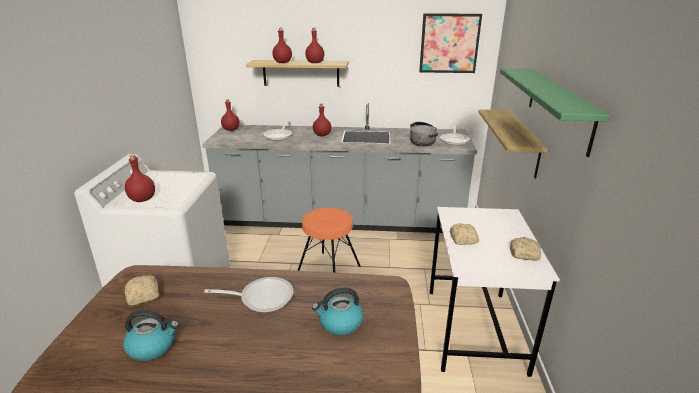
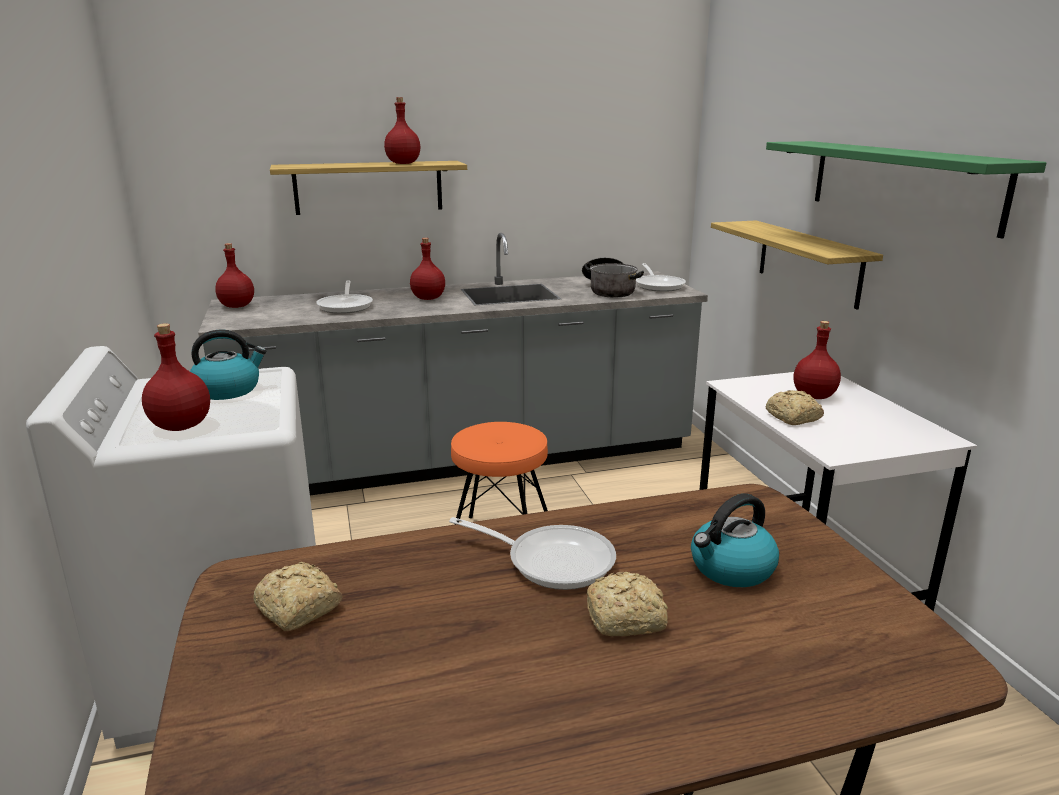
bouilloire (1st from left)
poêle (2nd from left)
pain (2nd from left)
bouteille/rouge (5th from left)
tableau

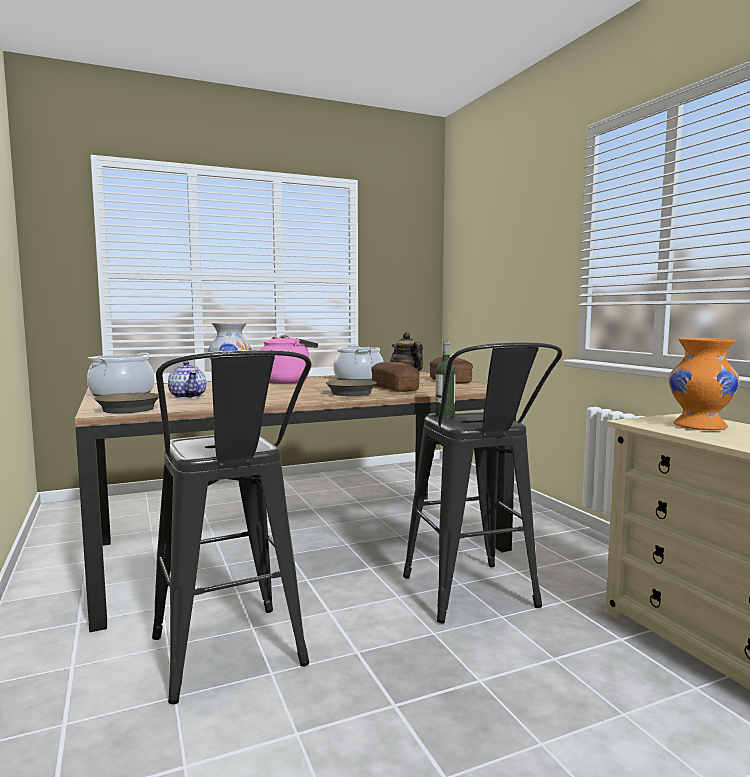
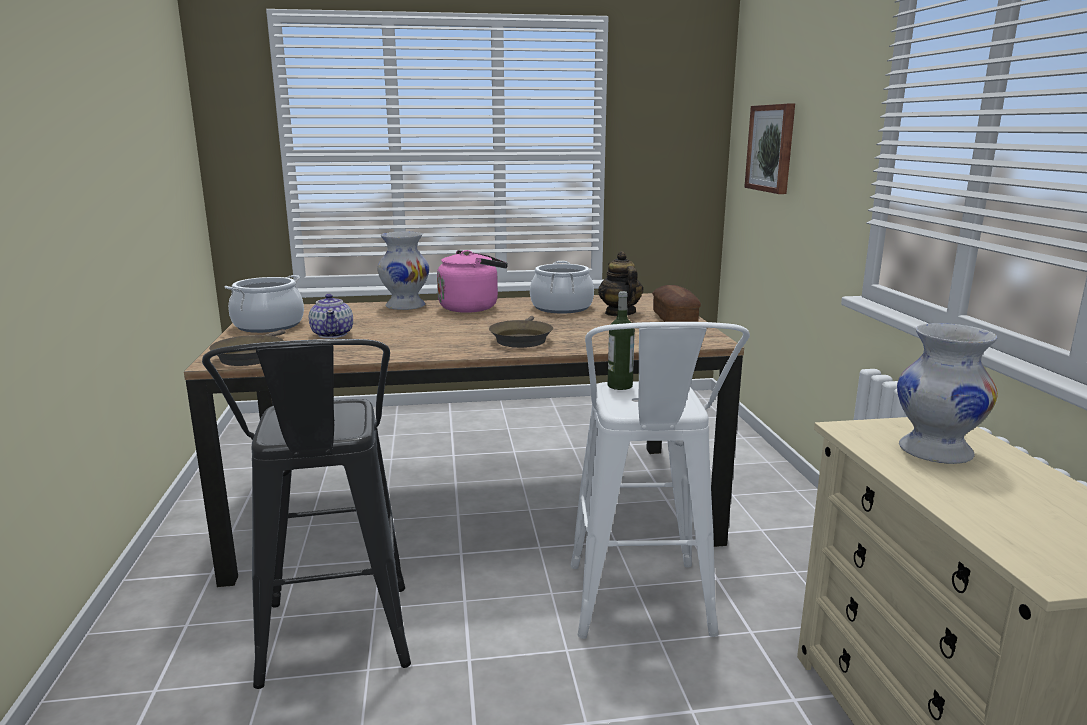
tabouret/blanc
tableau
vase/blanc (2nd from left)
pain (1st from left in the first image)

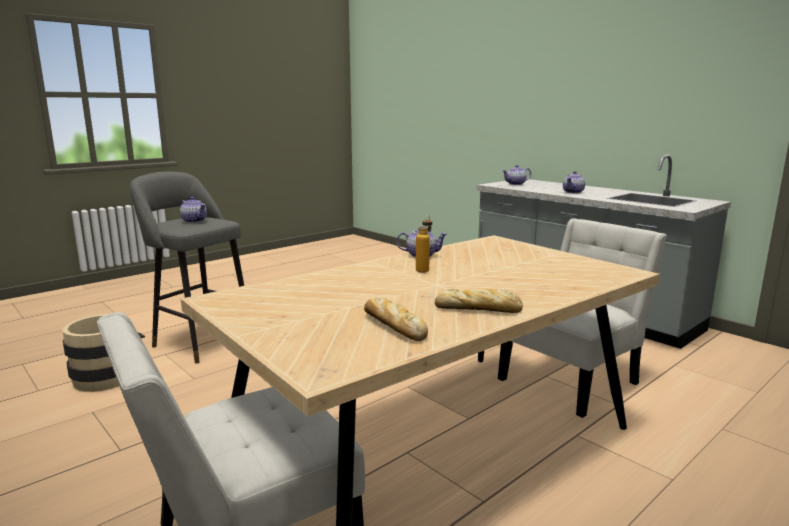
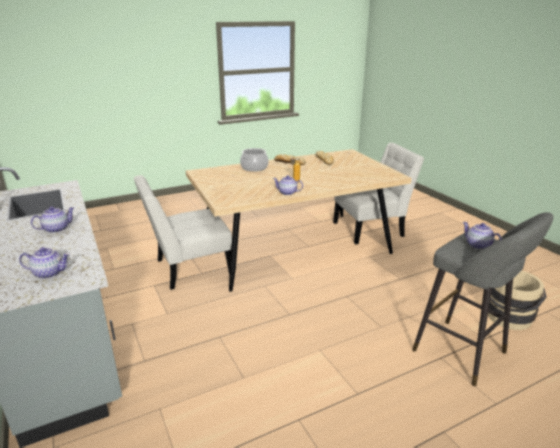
marmite

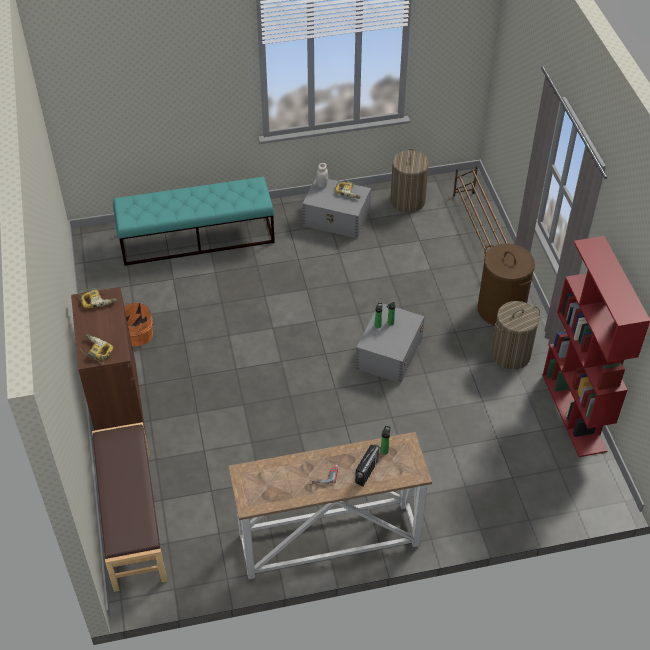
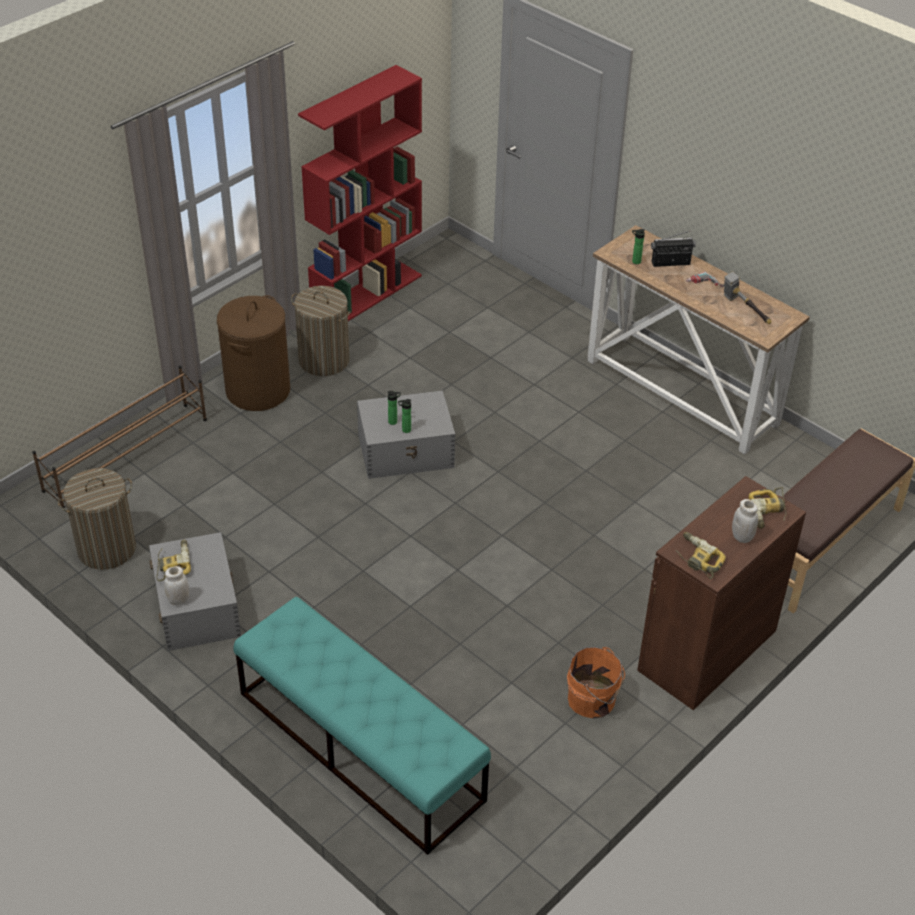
marteau
bocal/blanc (2nd from left)

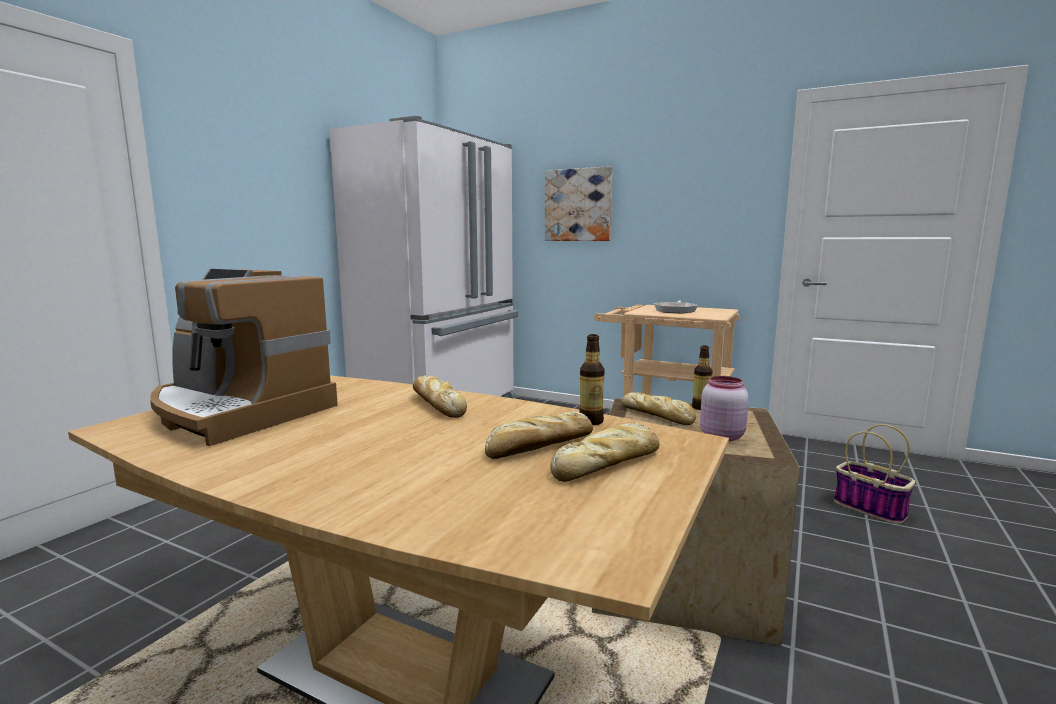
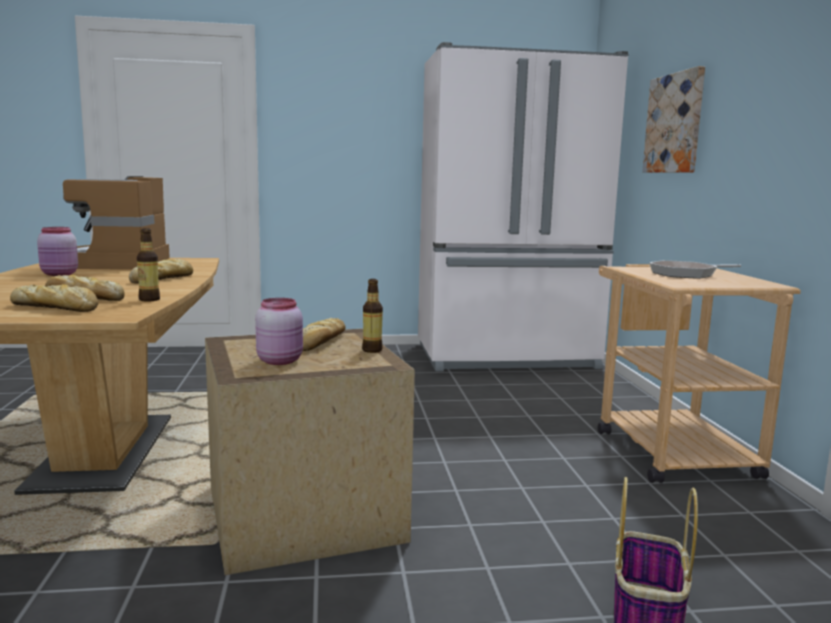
bocal/rose (1st from left)

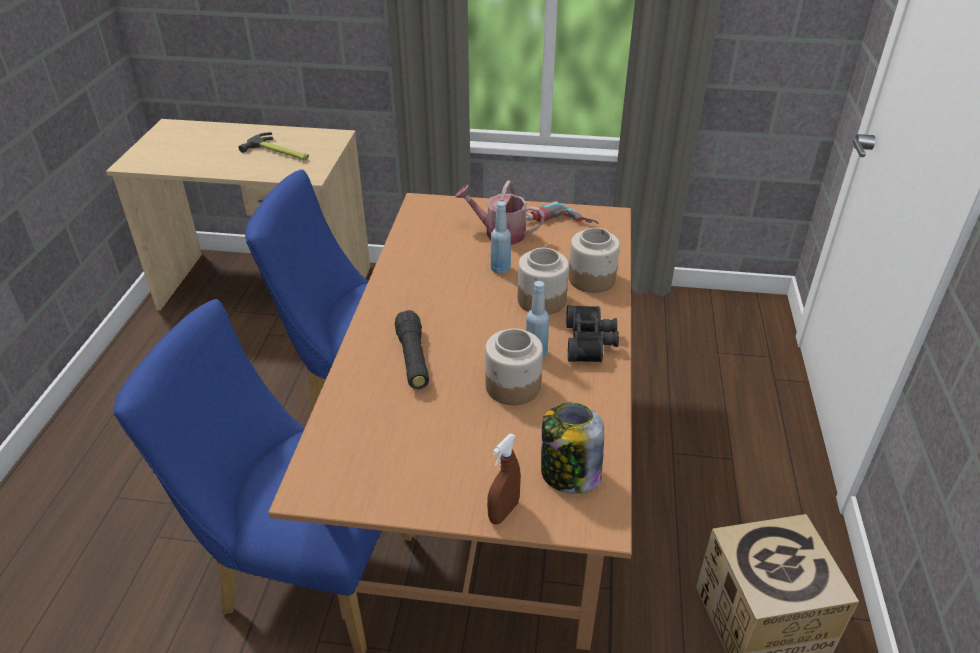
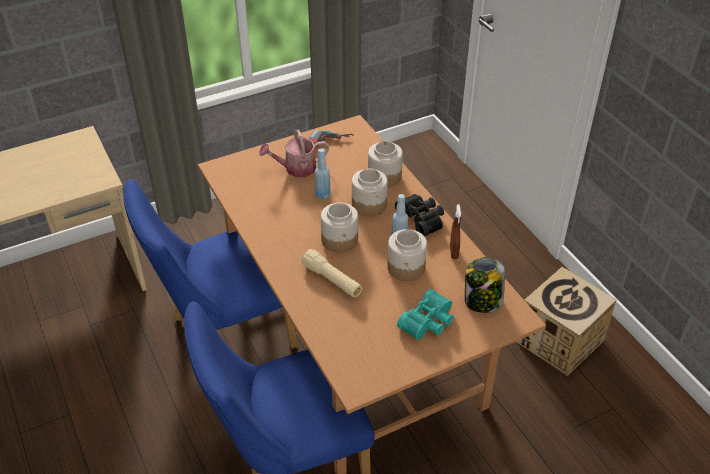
lampe de poche/beige
bocal (1st from left)
jumelles/turquoise
vaporisateur/marron
marteau

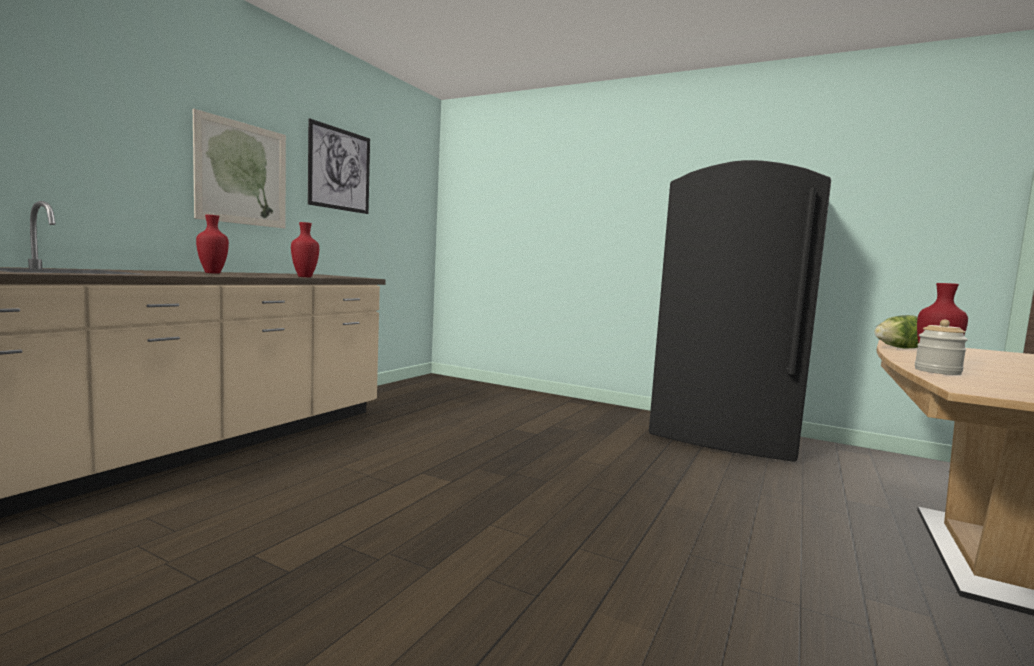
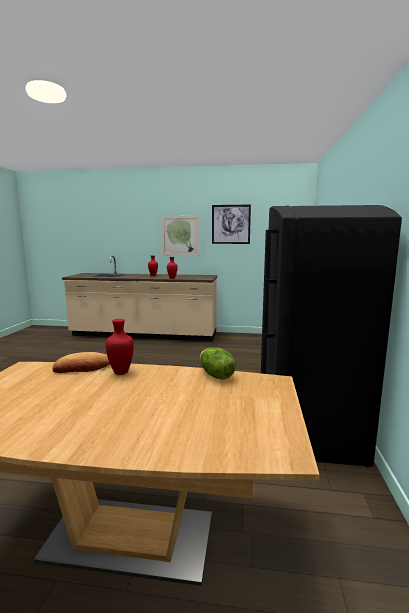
pain

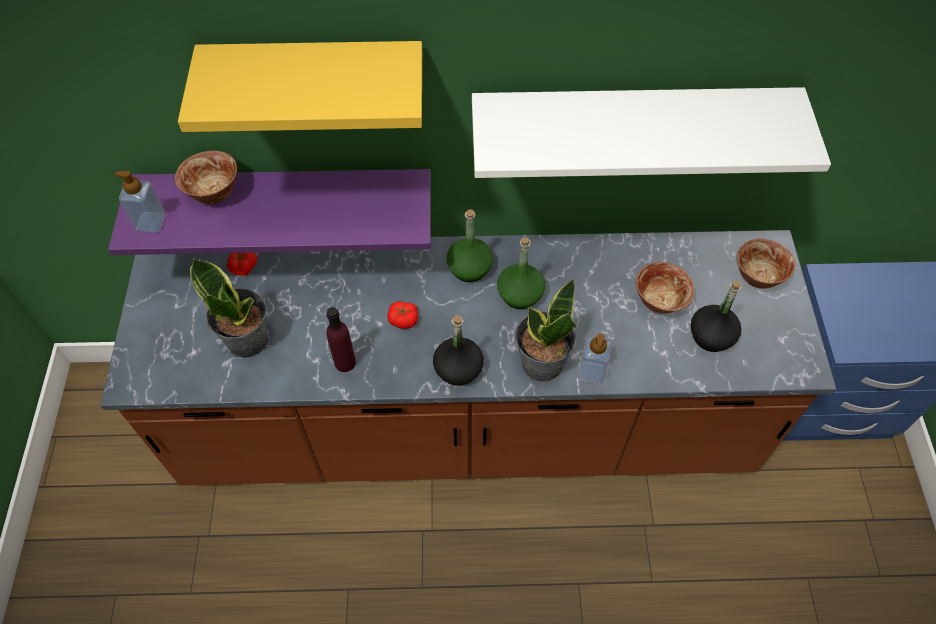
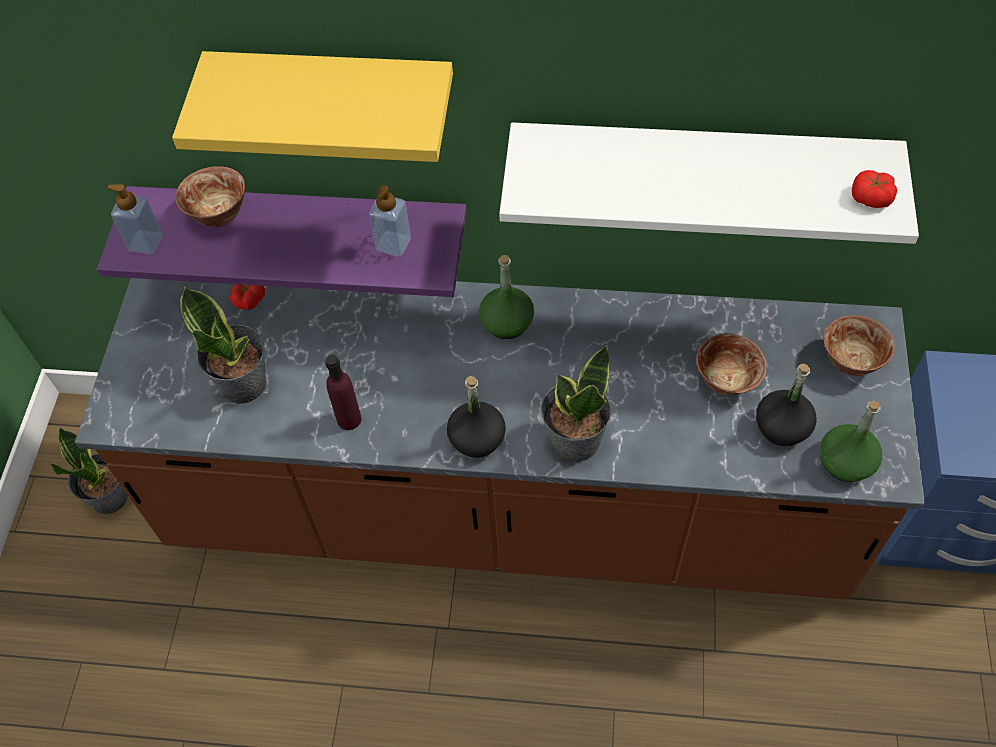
plante en pot (1st from left)
distributeur de savon (2nd from left)
bouteille/vert (2nd from left)
tomate (2nd from left)

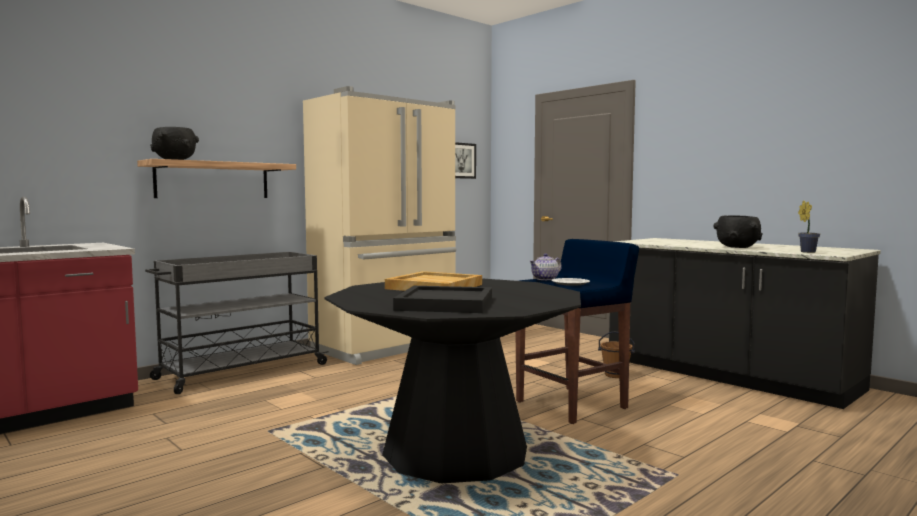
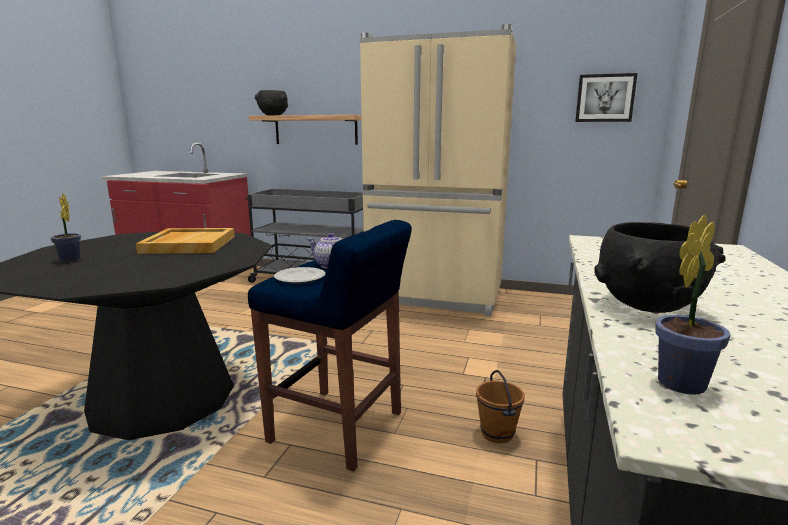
plante en pot (1st from left)

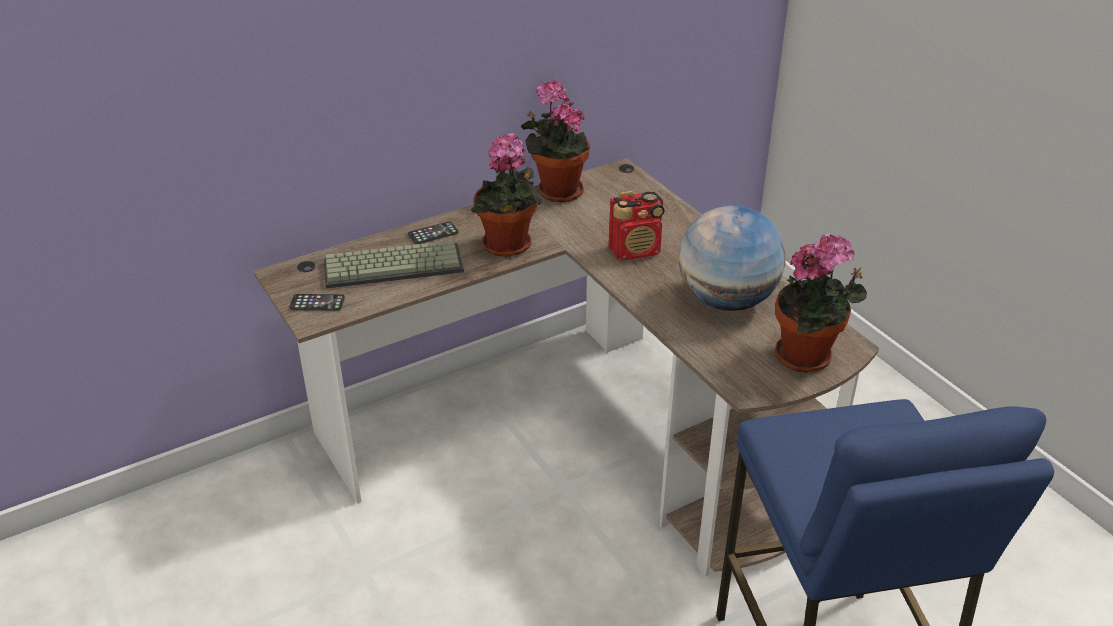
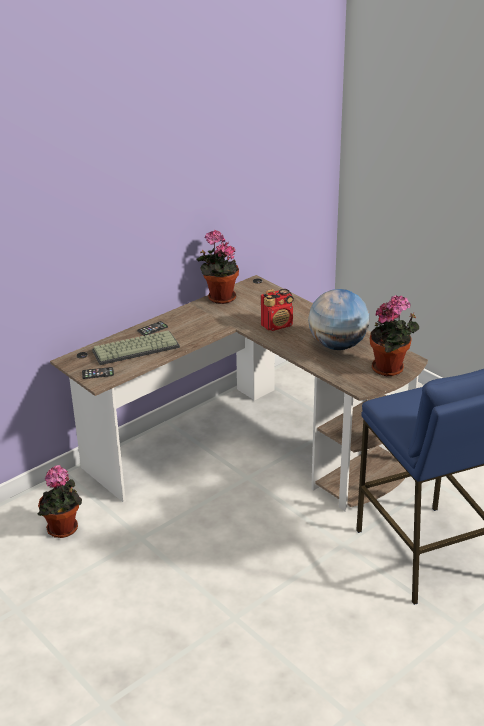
plante en pot (1st from left)

